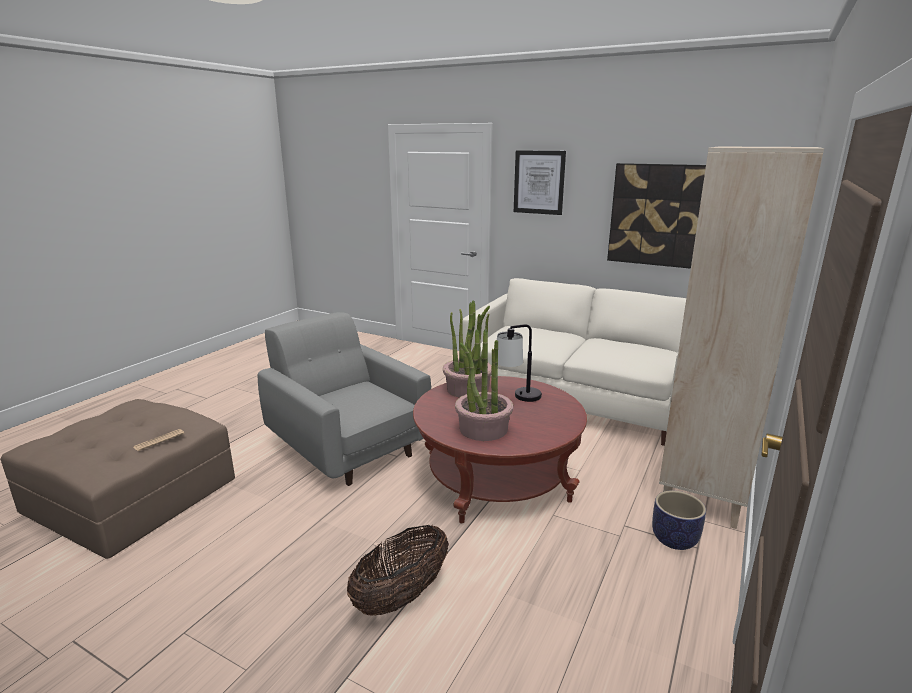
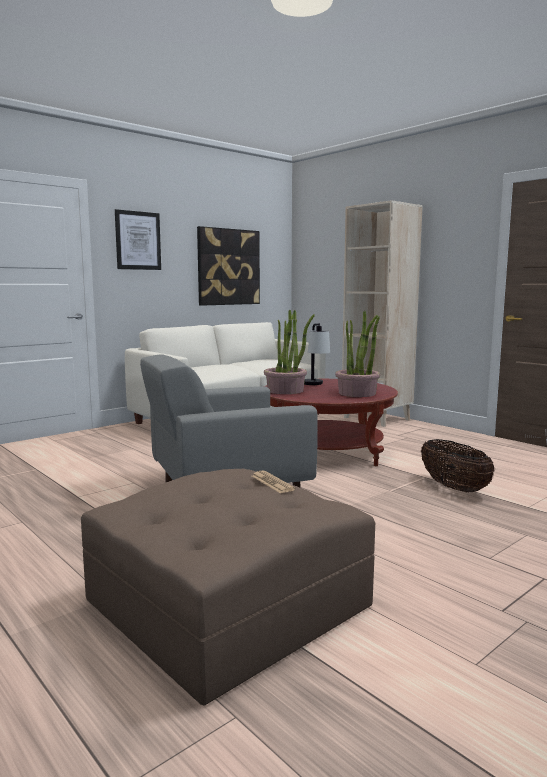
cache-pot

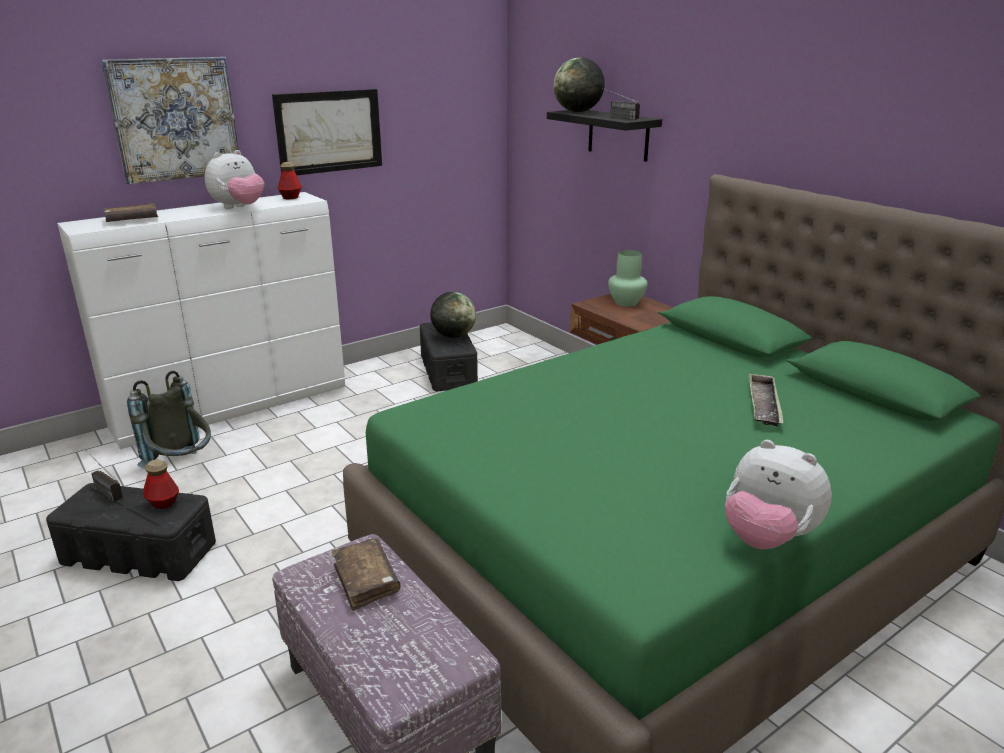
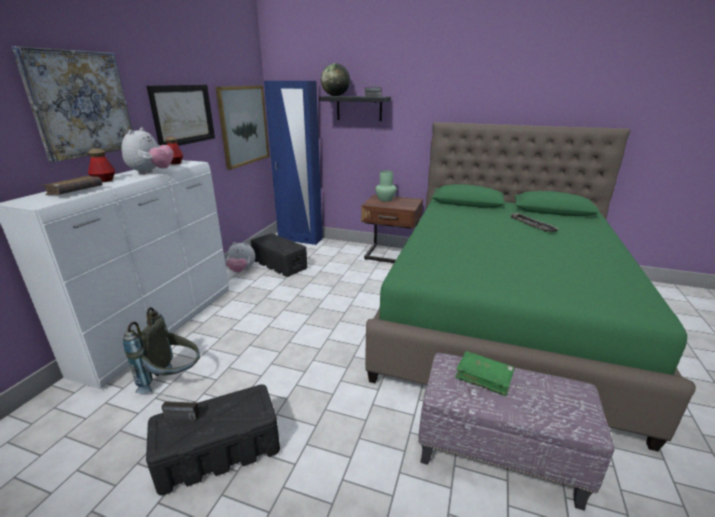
bouteille (1st from left)
tableau (3rd from left)
peluche (2nd from left)
armoire/bleu
livre/vert
globe (1st from left in the first image)

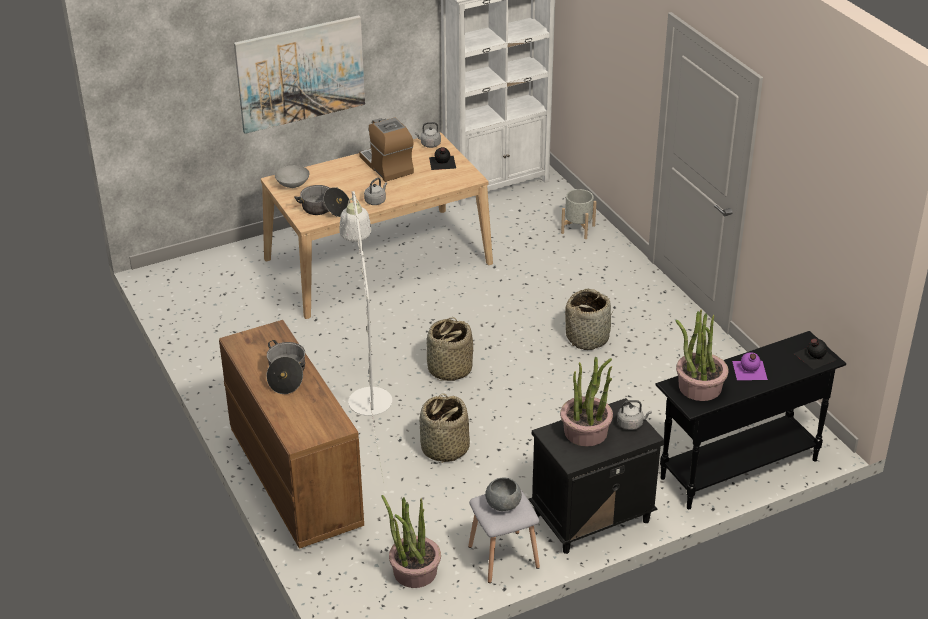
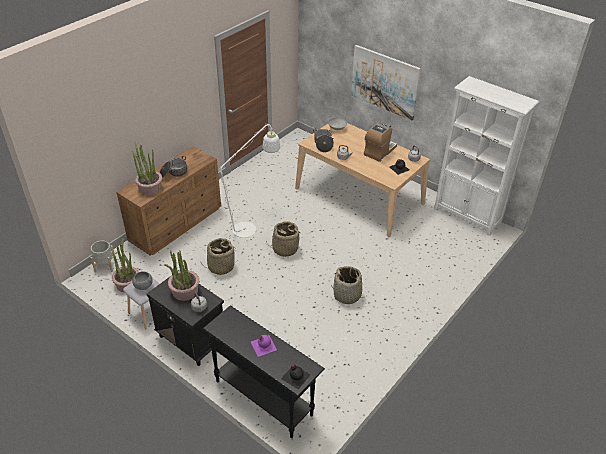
cache-pot/gris
plante en pot (2nd from left)

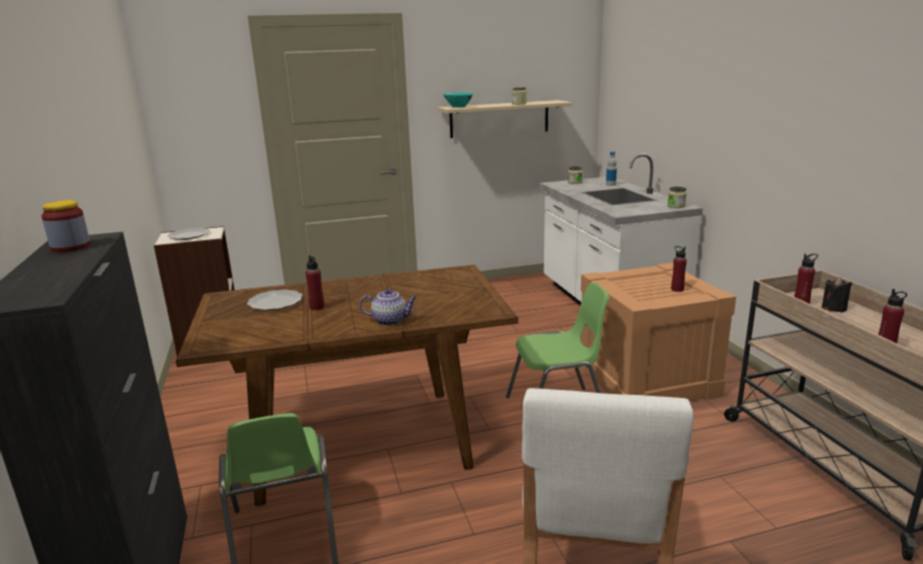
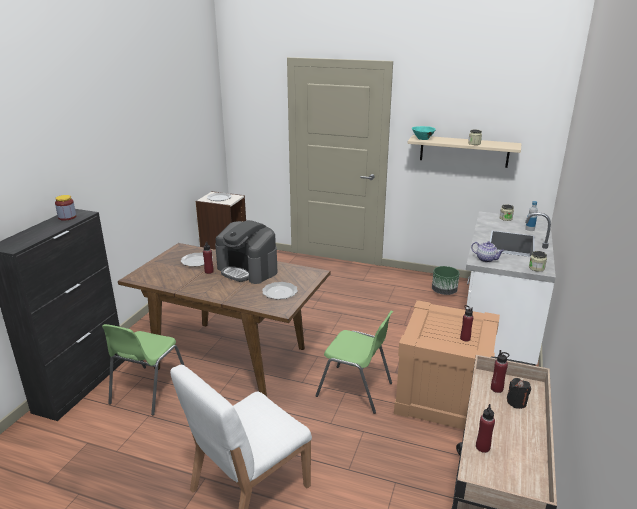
machine à café
assiette (3rd from left)
cache-pot/vert
théière

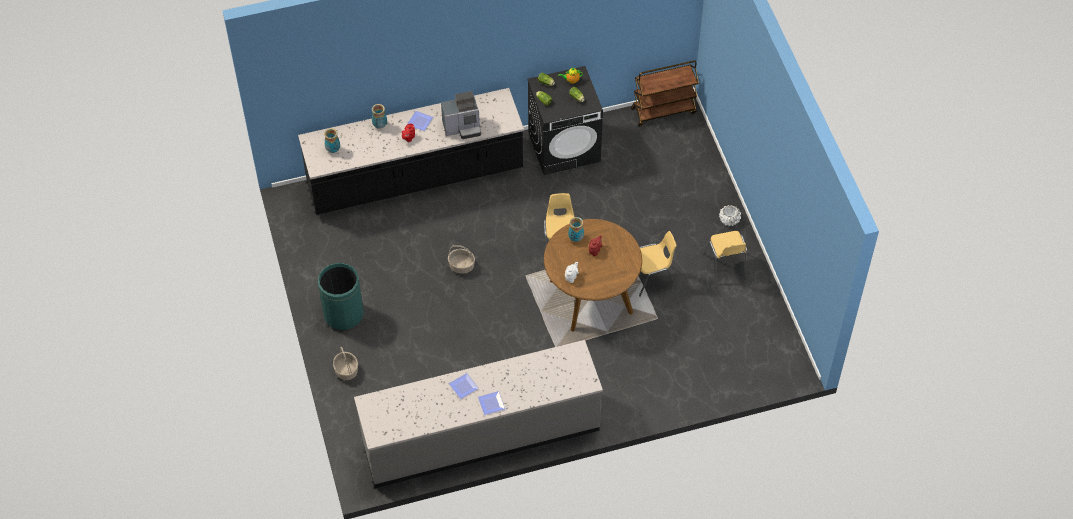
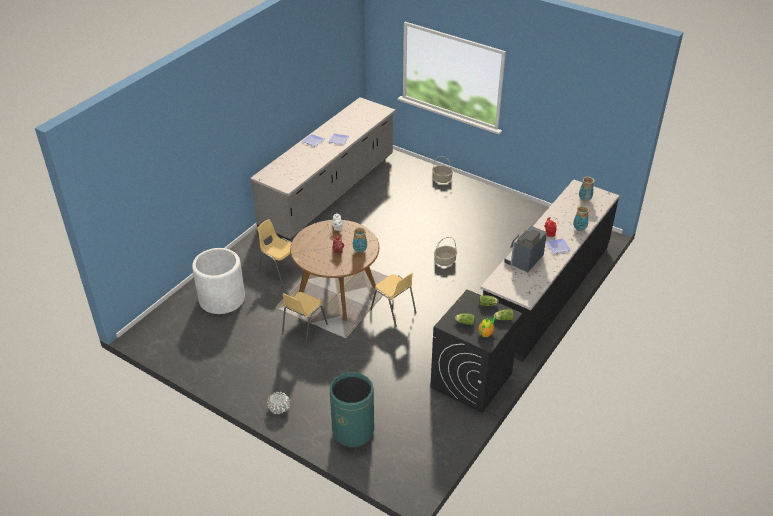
cache-pot/blanc (1st from left)
chaise/jaune (1st from left)
poubelle/vert
chariot/marron

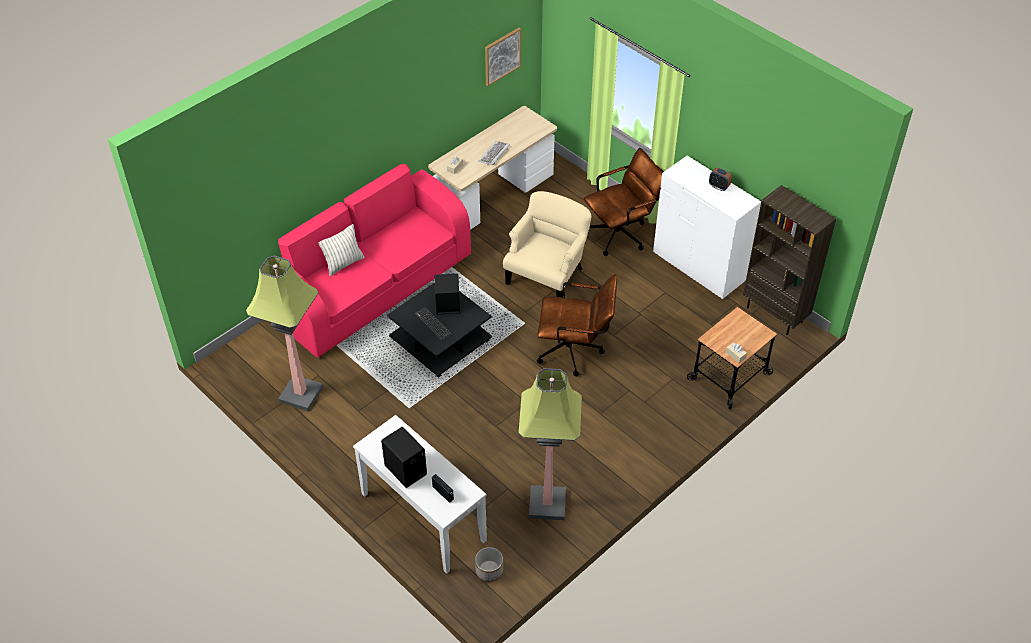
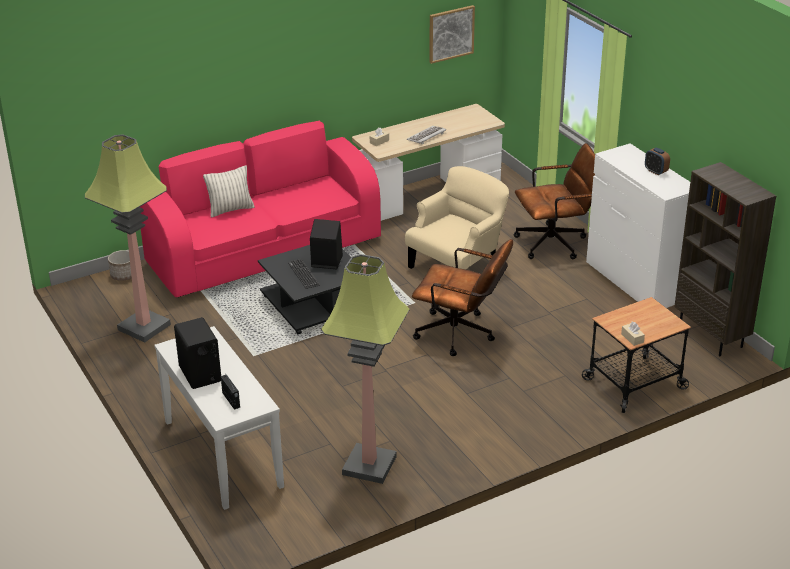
cache-pot

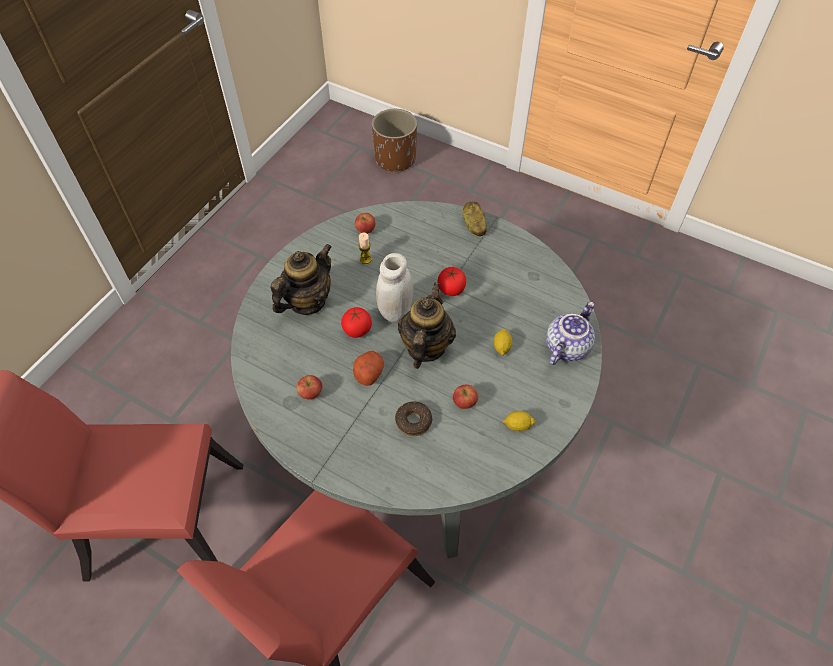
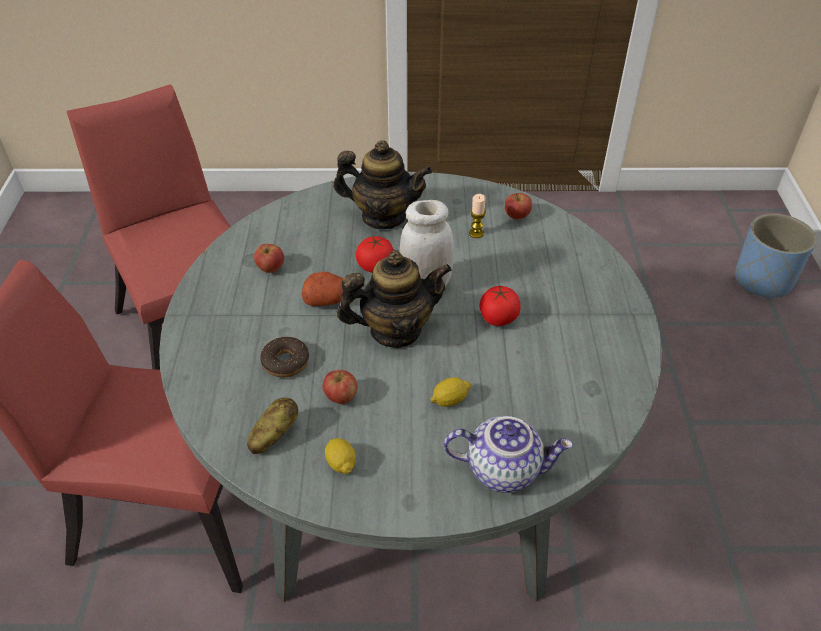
pomme de terre (1st from left)
cache-pot/bleu

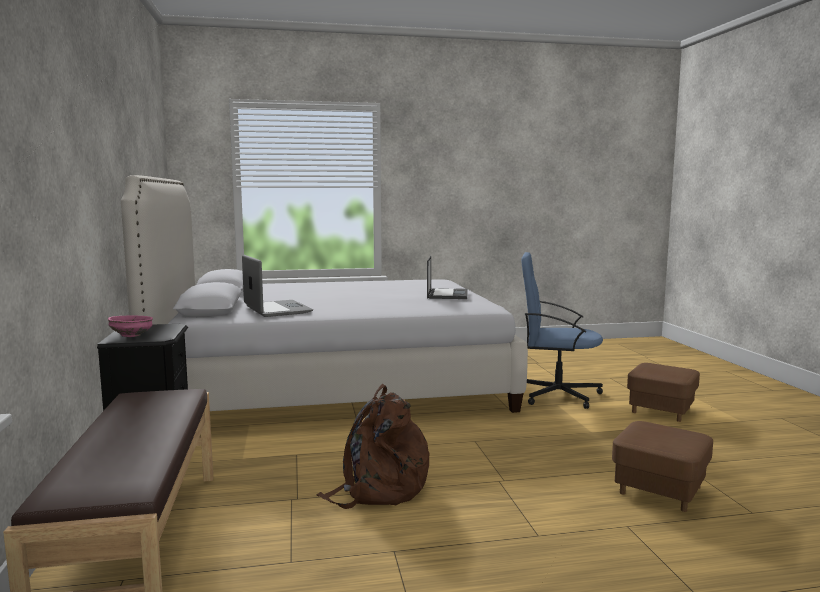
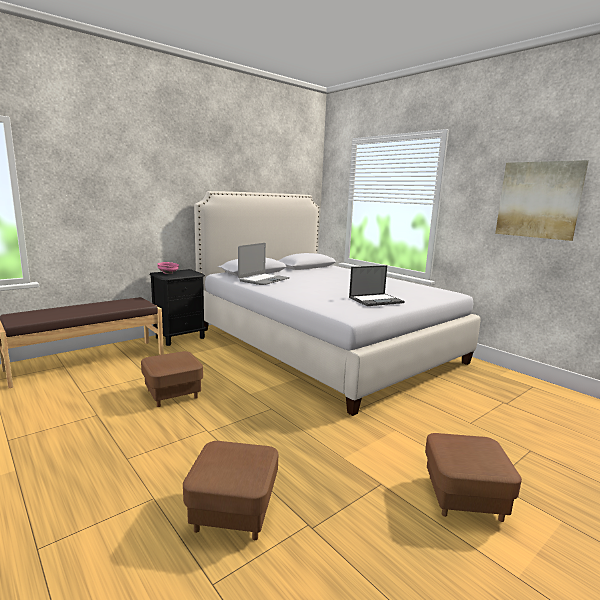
pouf/marron (1st from left)
tableau
chaise de bureau/bleu

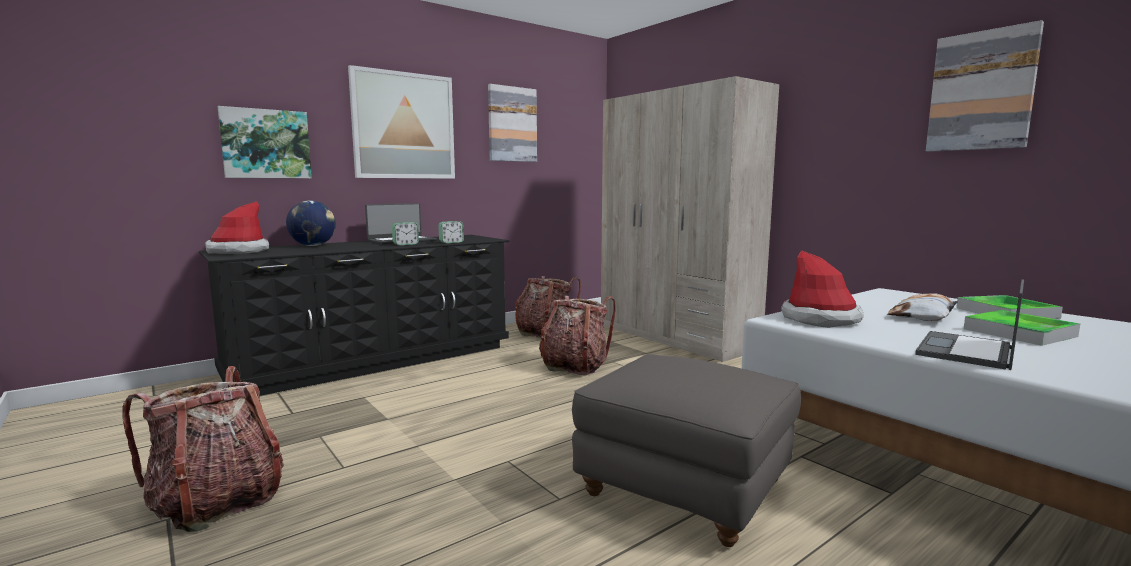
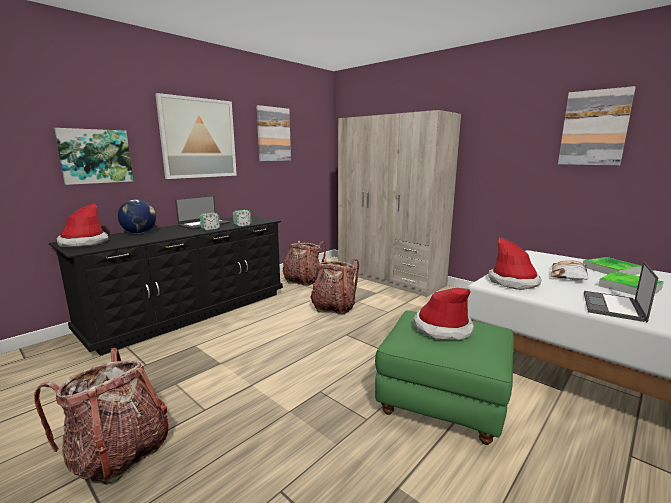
pouf/vert
chapeau (2nd from left)

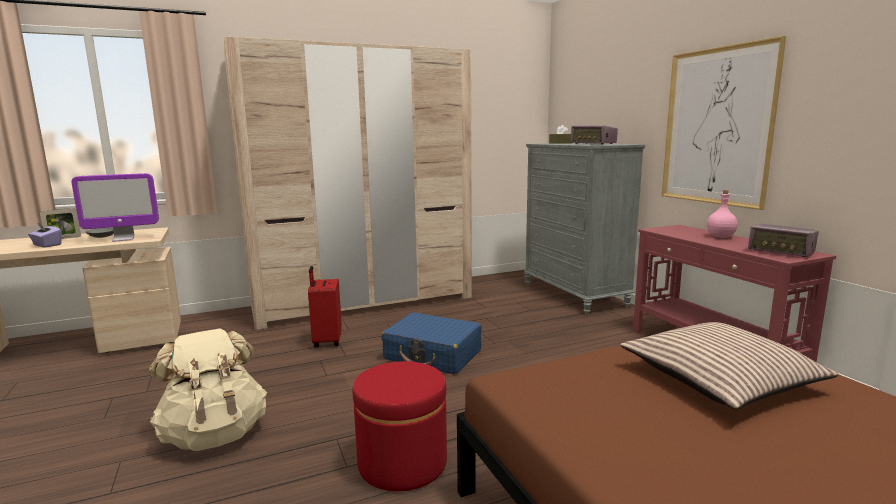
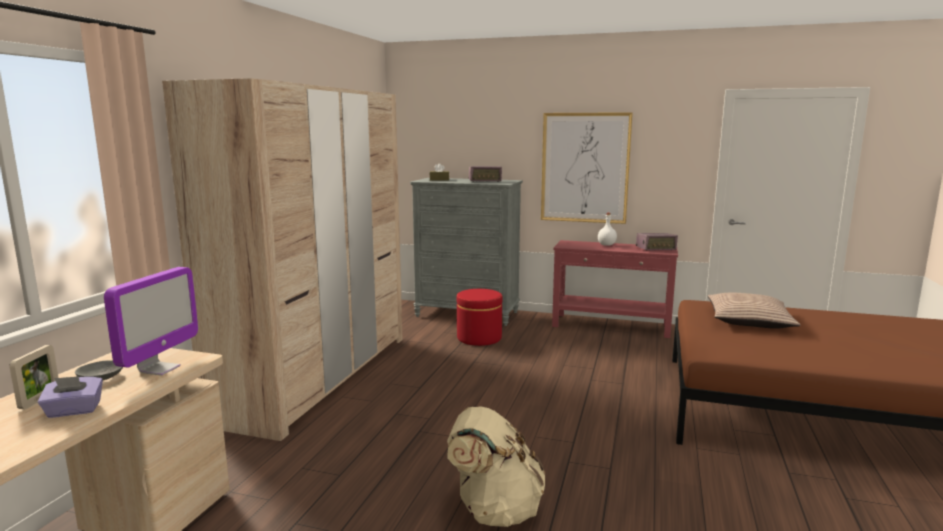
pouf/rouge
bouteille/blanc
valise/rouge
valise/bleu

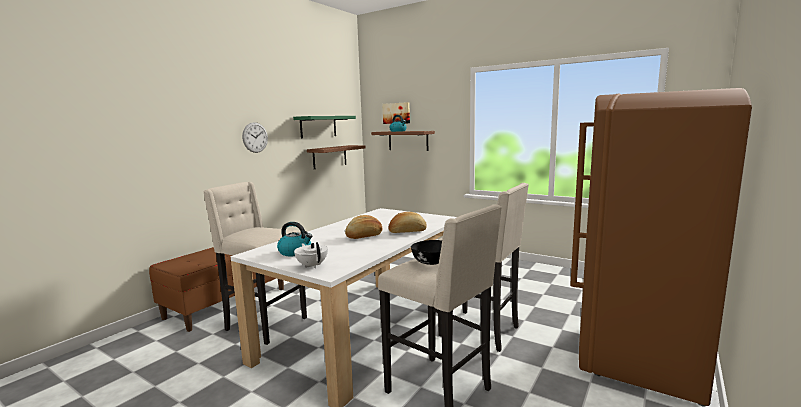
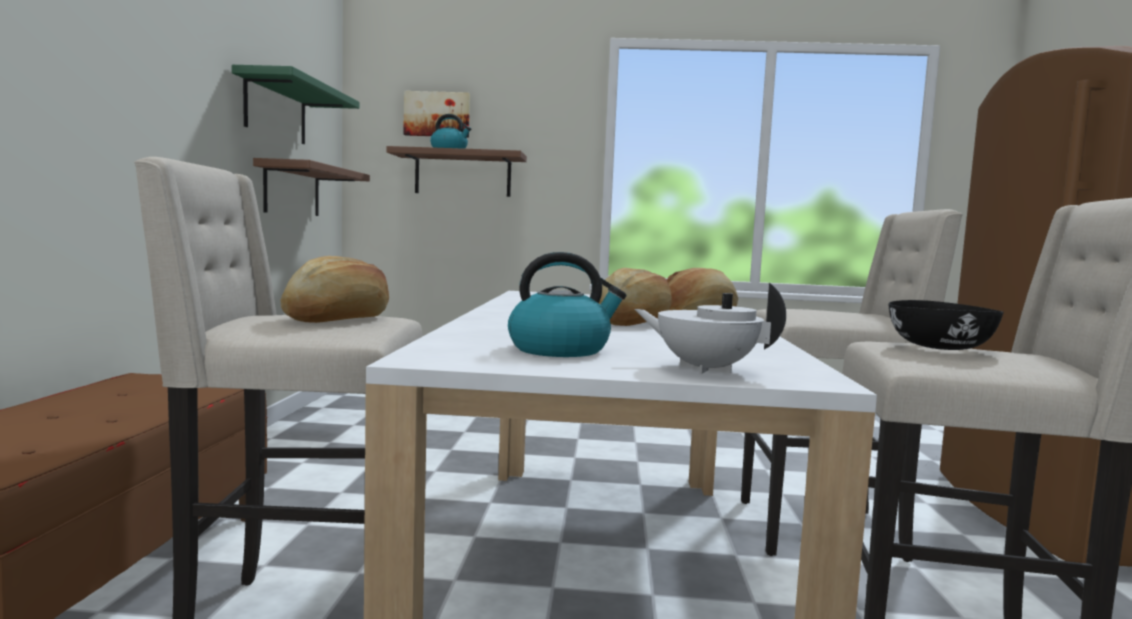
pain (1st from left)
horloge murale

